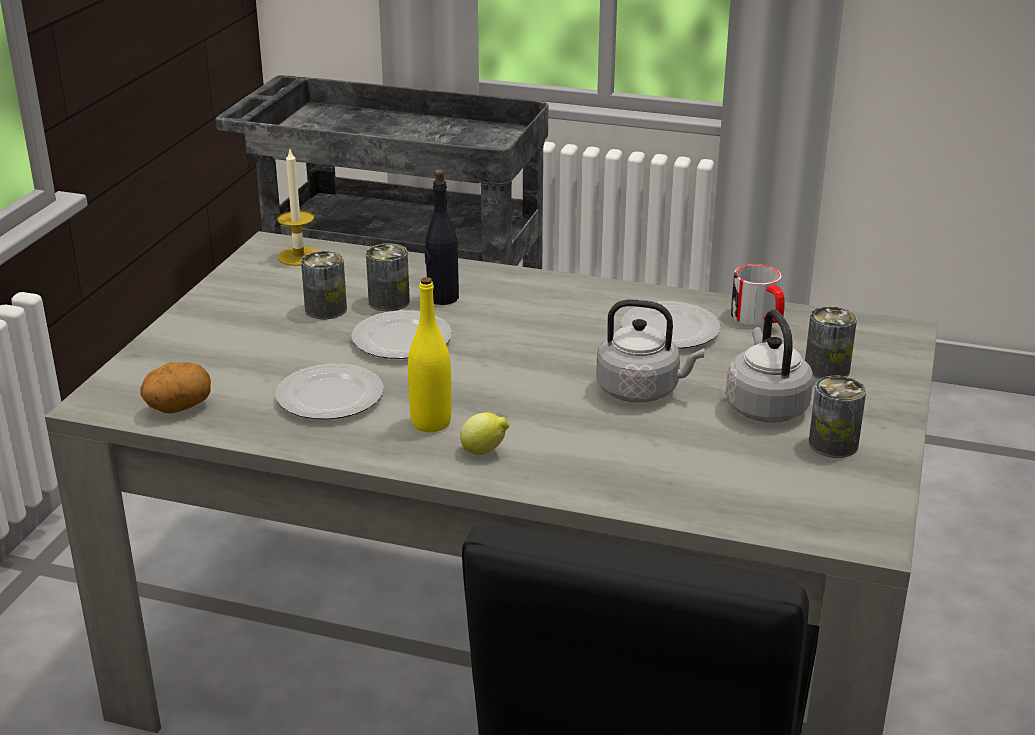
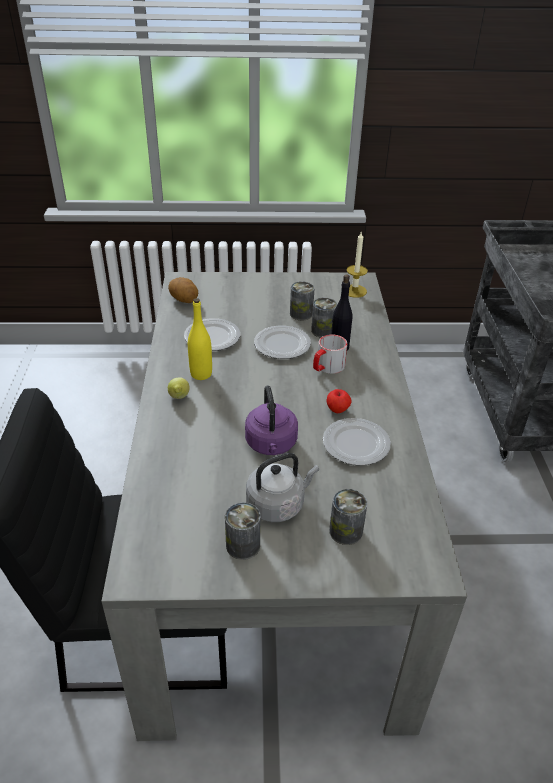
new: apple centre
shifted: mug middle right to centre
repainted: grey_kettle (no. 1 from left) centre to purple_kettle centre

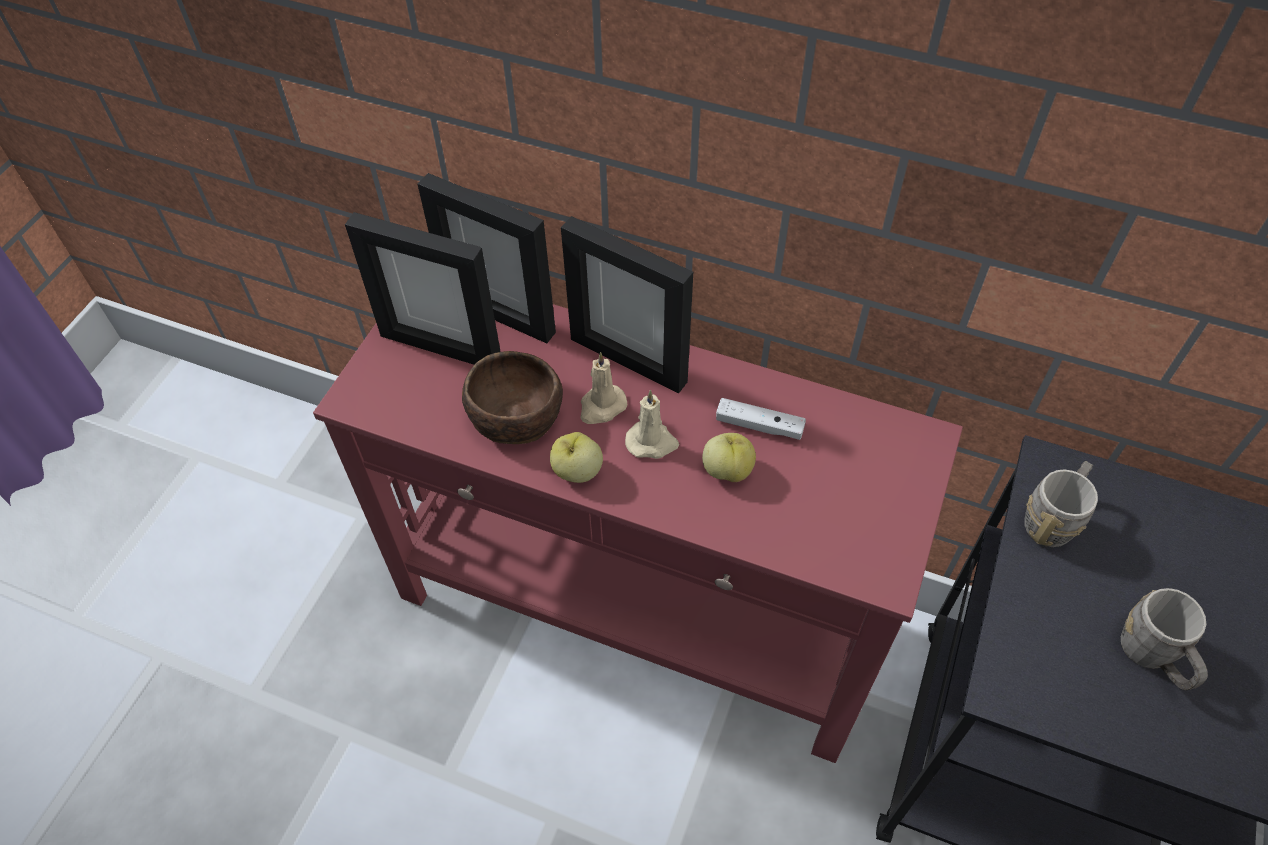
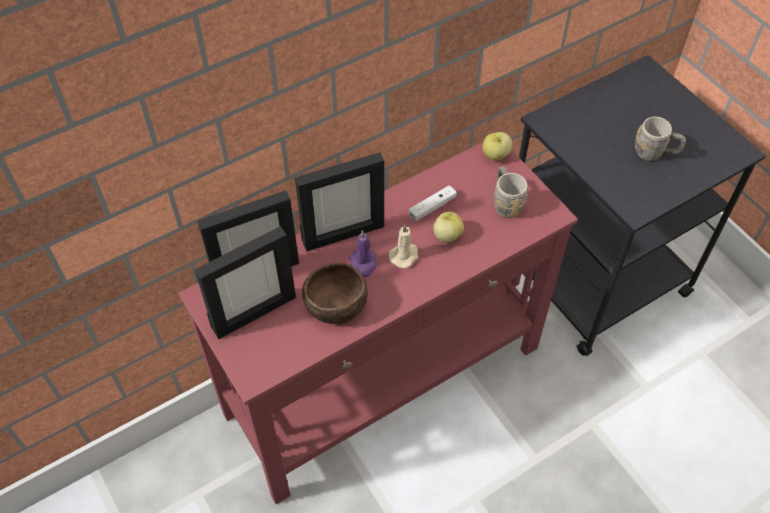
shifted: apple (no. 1 from left in the first image) centre to apple (no. 2 from left) top centre; grey_mug (no. 1 from left) middle right to centre
repainted: beige_candle (no. 1 from left) centre to purple_candle centre

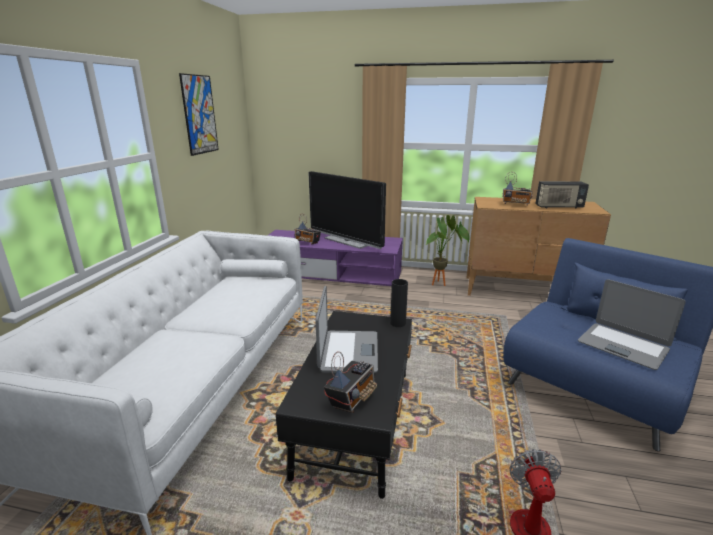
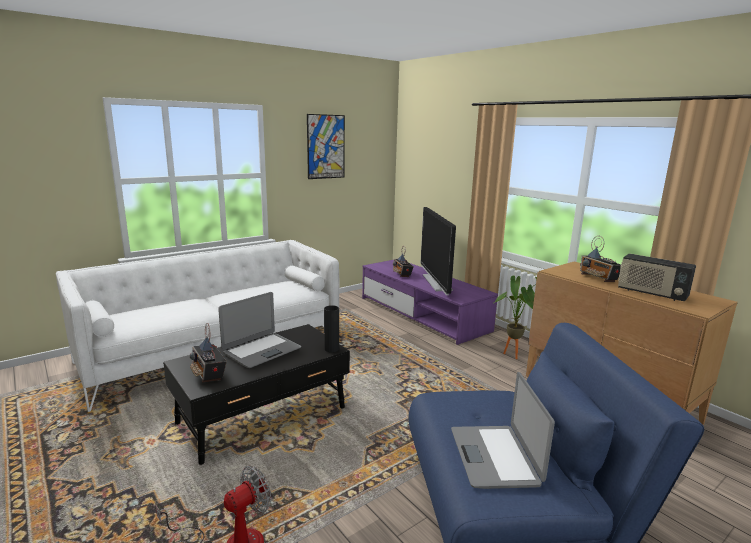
rotated: radio (no. 2 from left in the first image) bottom centre = middle left 75 degrees clockwise

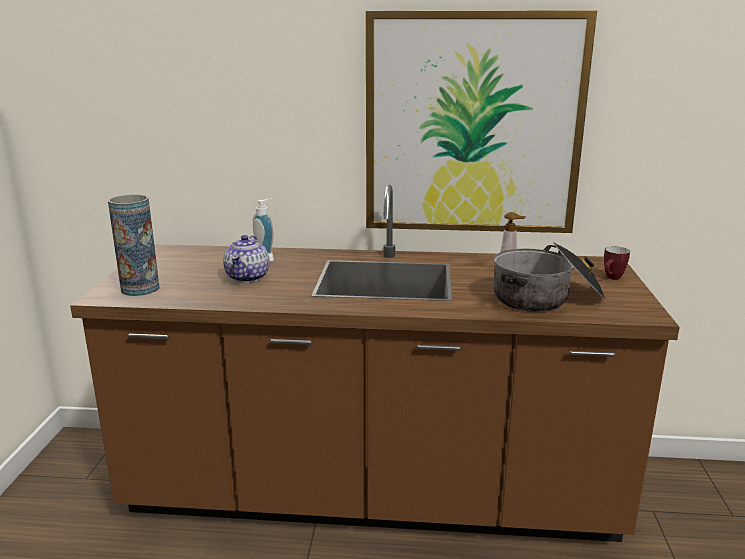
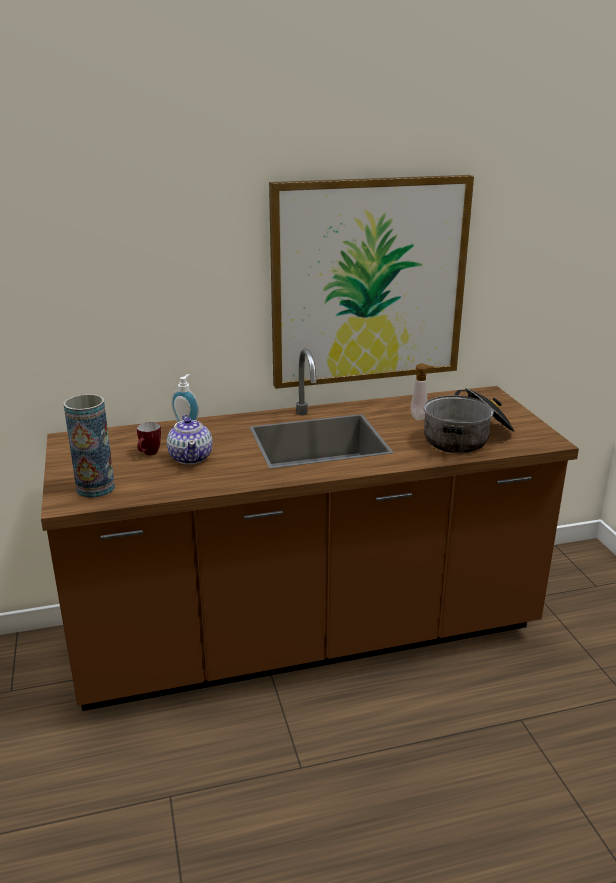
shifted: mug middle right to middle left

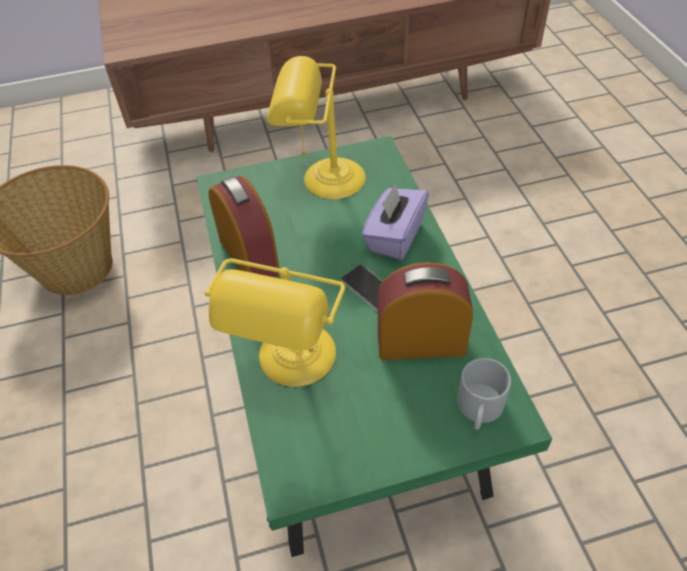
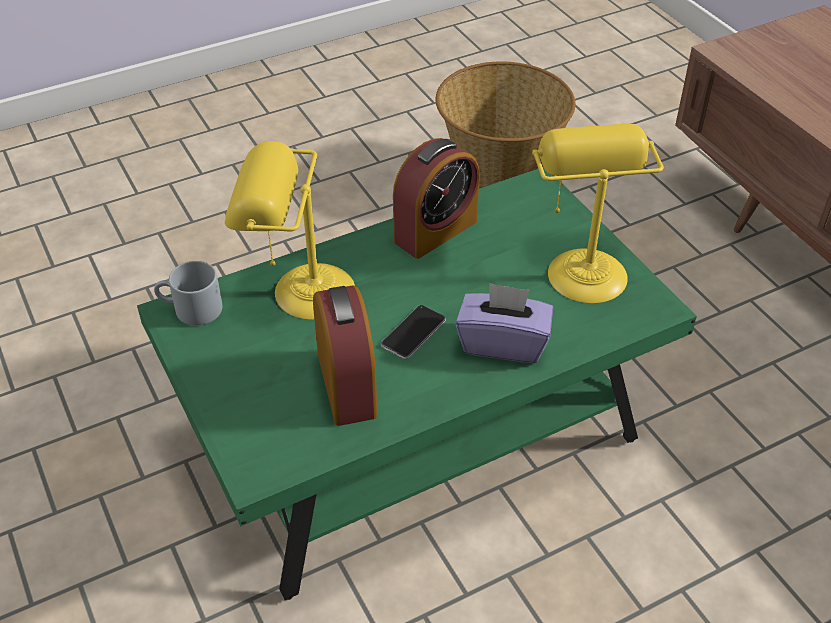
shifted: grey_mug bottom right to middle left

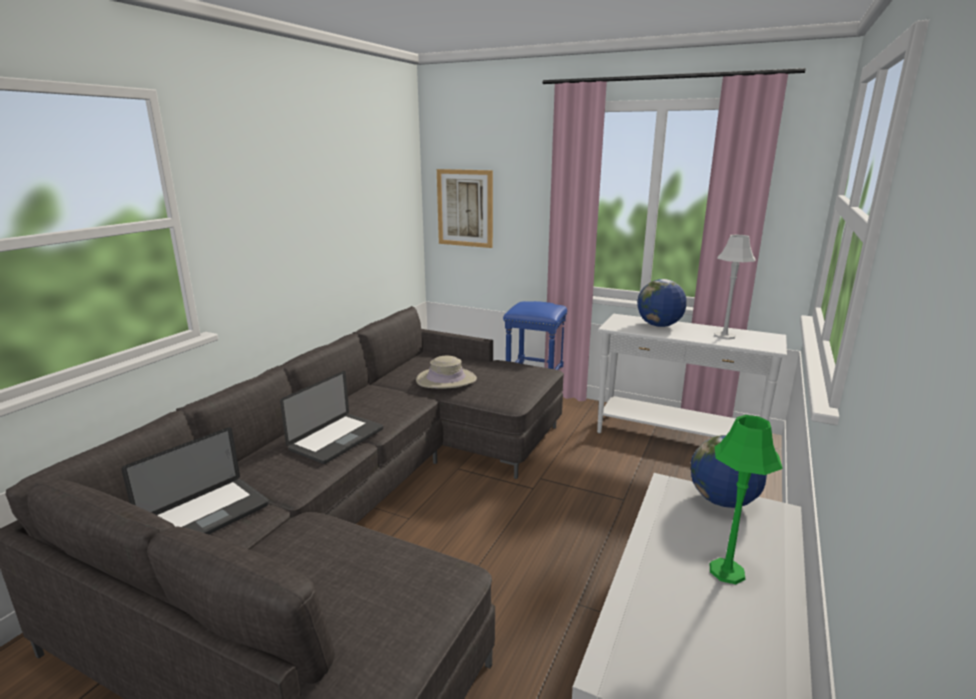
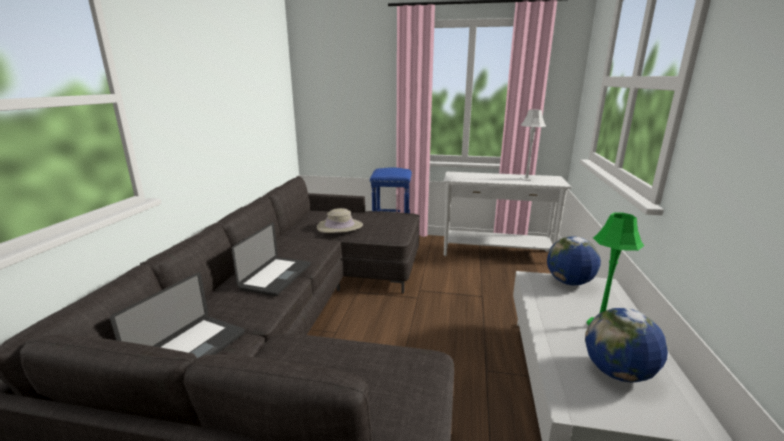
gone: picture top centre
shifted: globe (no. 1 from left in the first image) middle right to globe (no. 2 from left) bottom right

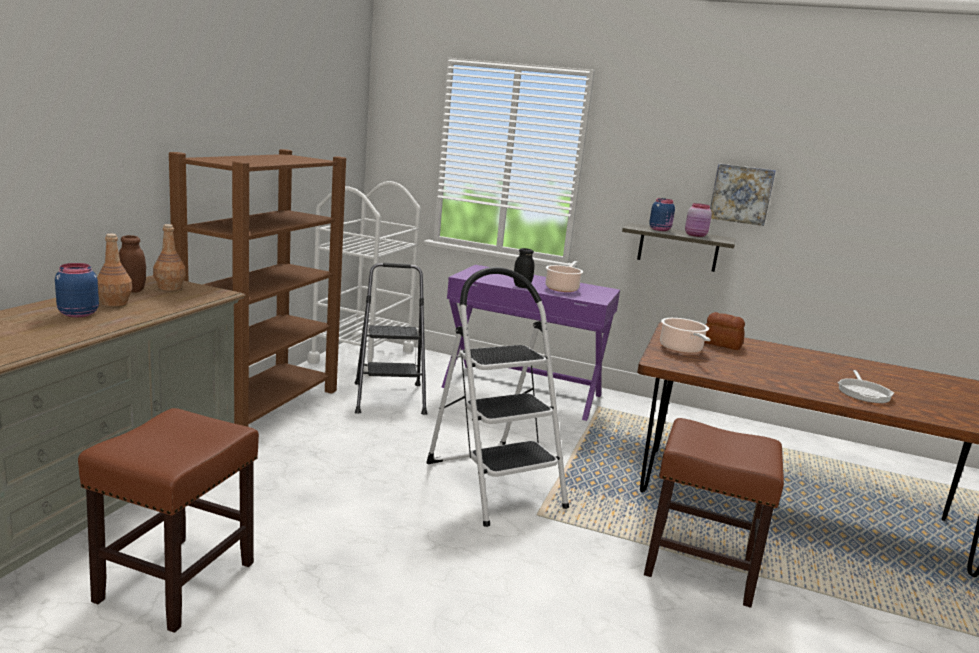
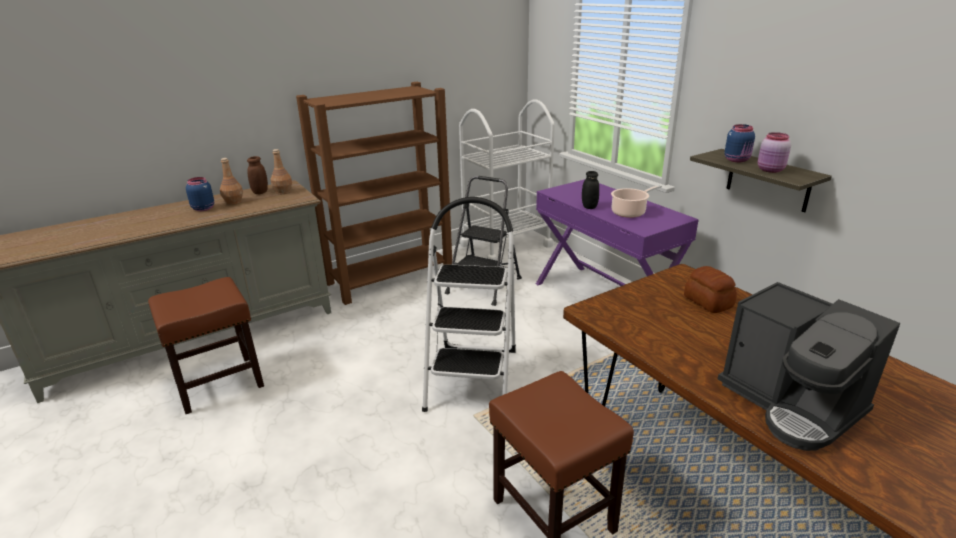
gone: picture top right; cooking_pot (no. 2 from left) middle right
swapped: frying_pan middle right to coffee_machine bottom right

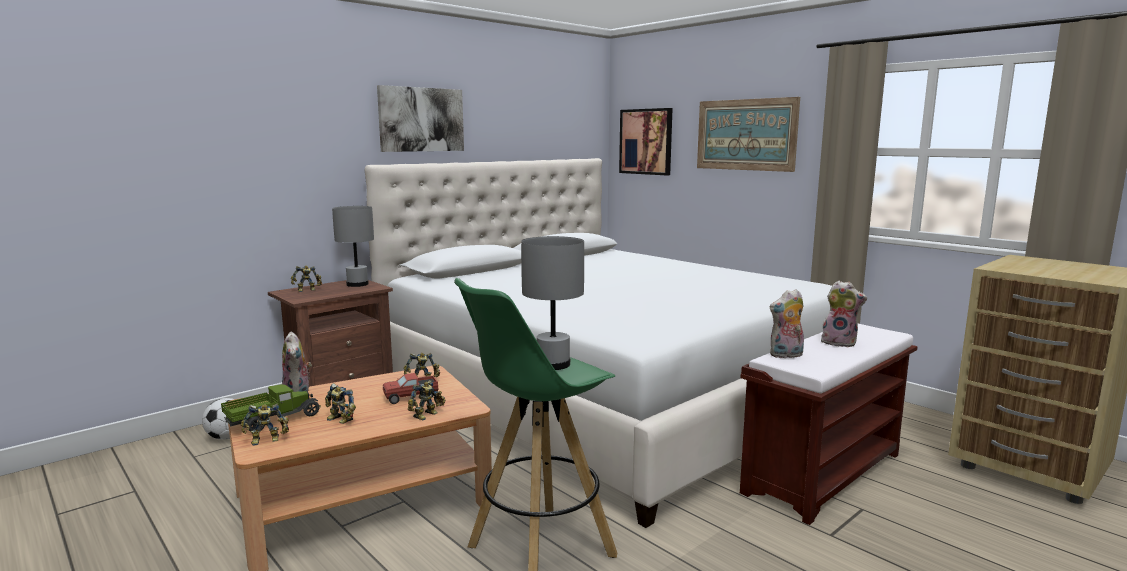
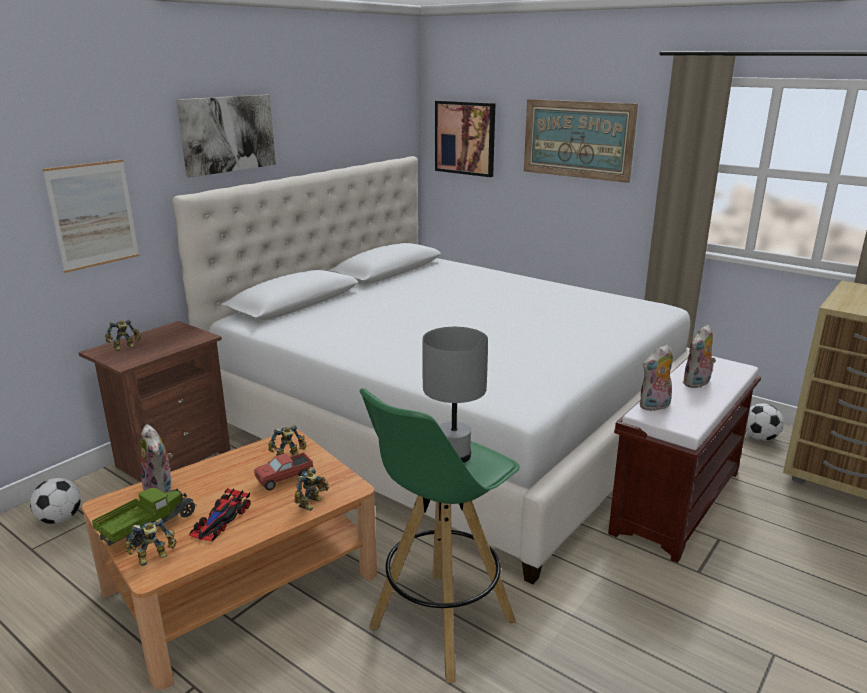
gone: grey_table_lamp (no. 1 from left) middle left
new: picture (no. 1 from left) top left; football (no. 2 from left) middle right
swapped: toy_robot (no. 3 from left) bottom left to toy_car bottom left
rotated: plush_toy (no. 3 from left) middle right = middle right 120 degrees clockwise

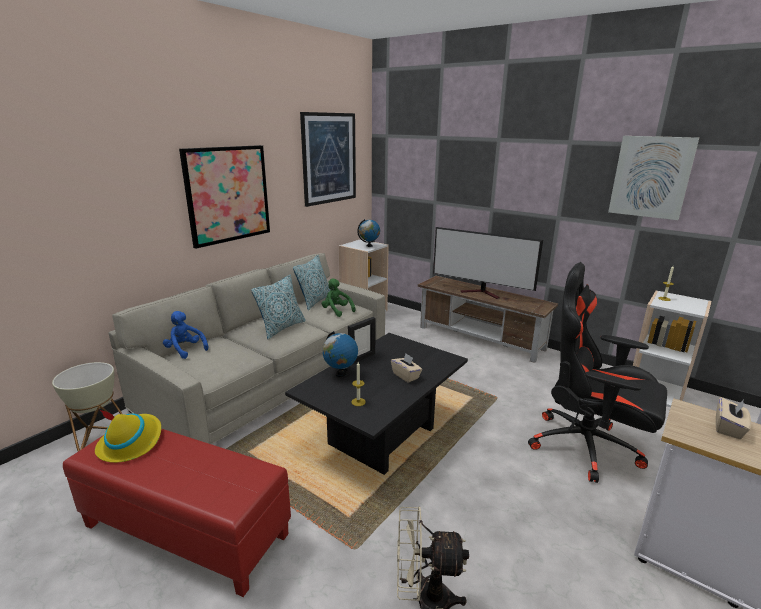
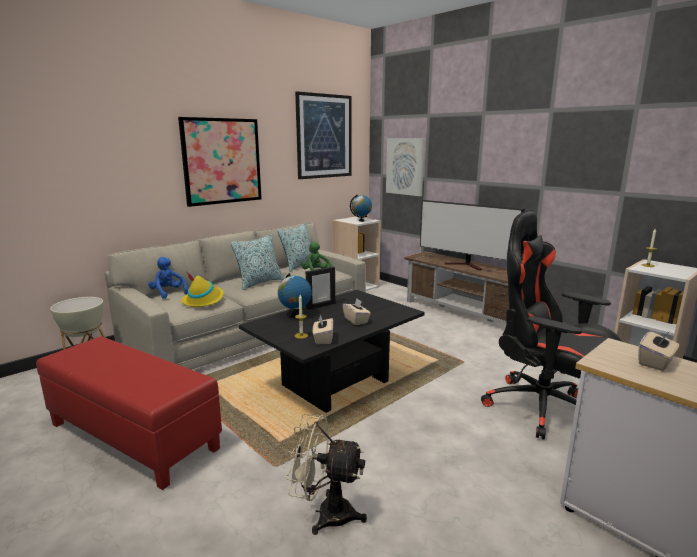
new: beige_tissue_box (no. 1 from left) centre
shifted: picture (no. 3 from left) top right to top centre; yellow_hat bottom left to middle left

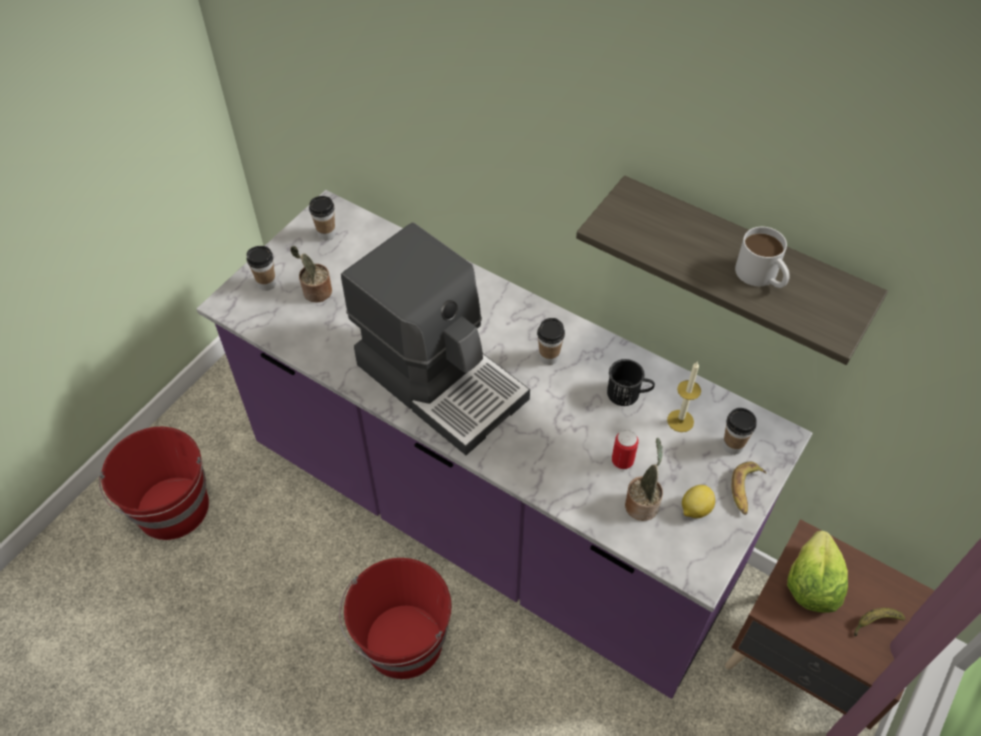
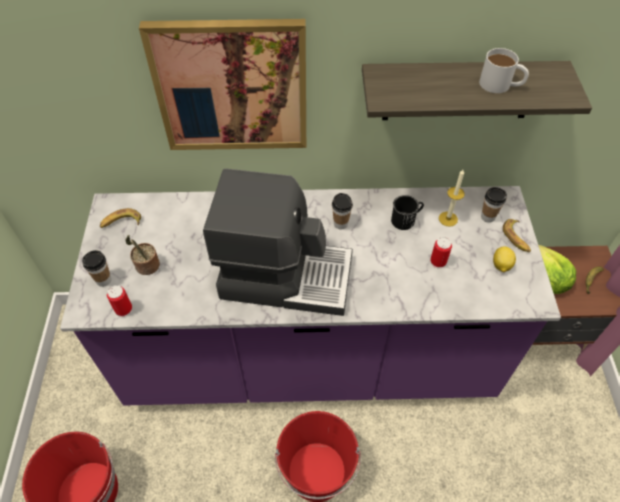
gone: potted_plant (no. 2 from left) centre
new: picture top centre; can (no. 1 from left) middle left
swapped: cup (no. 2 from left) top left to banana (no. 1 from left) middle left

